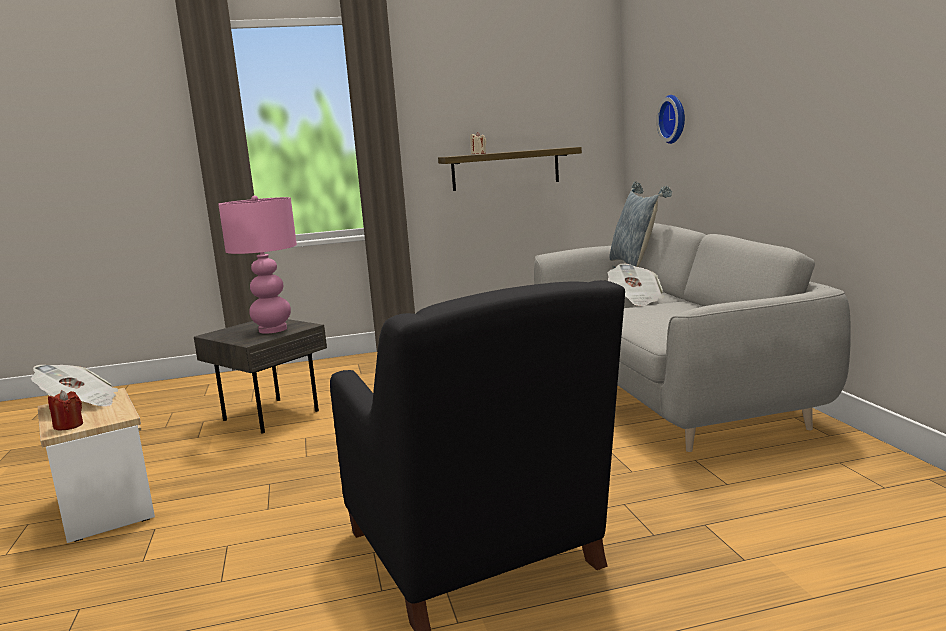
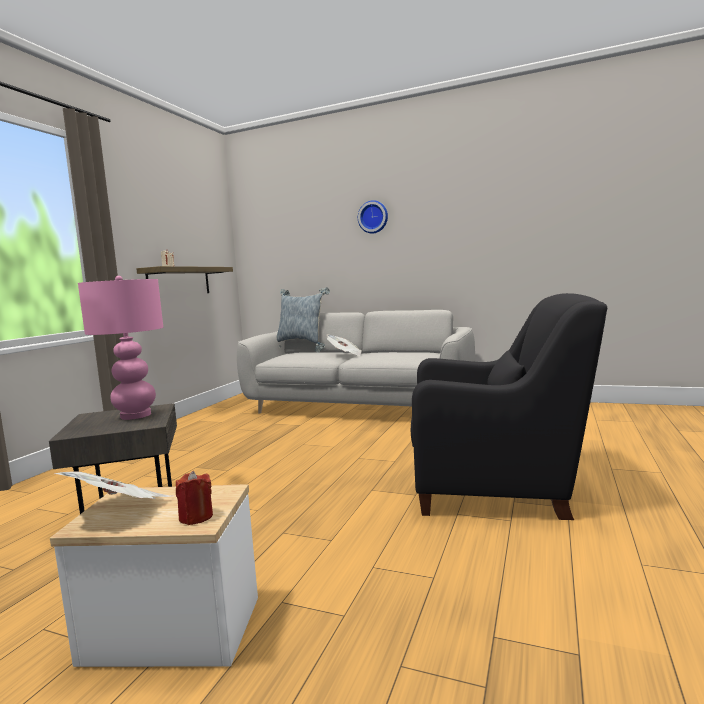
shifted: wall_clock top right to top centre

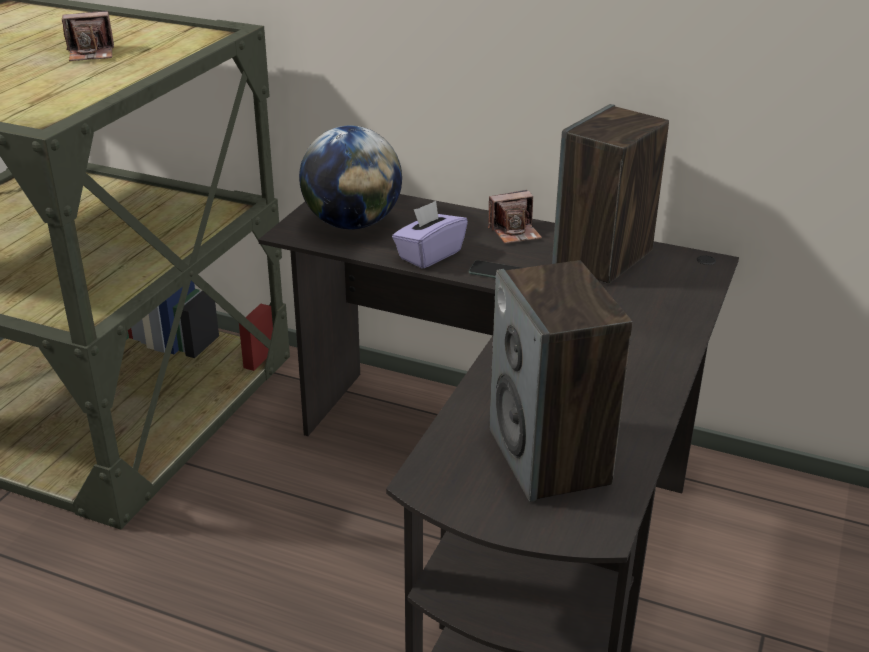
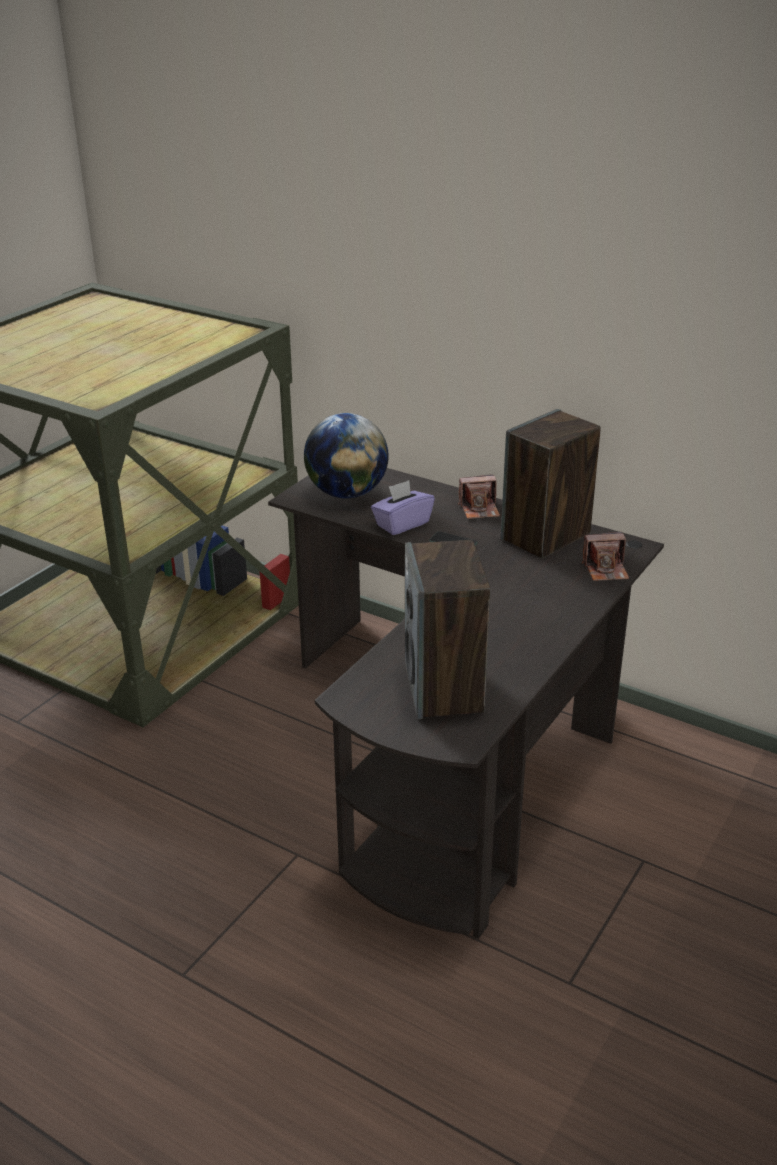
shifted: photo_camera (no. 1 from left in the first image) top left to photo_camera (no. 2 from left) middle right

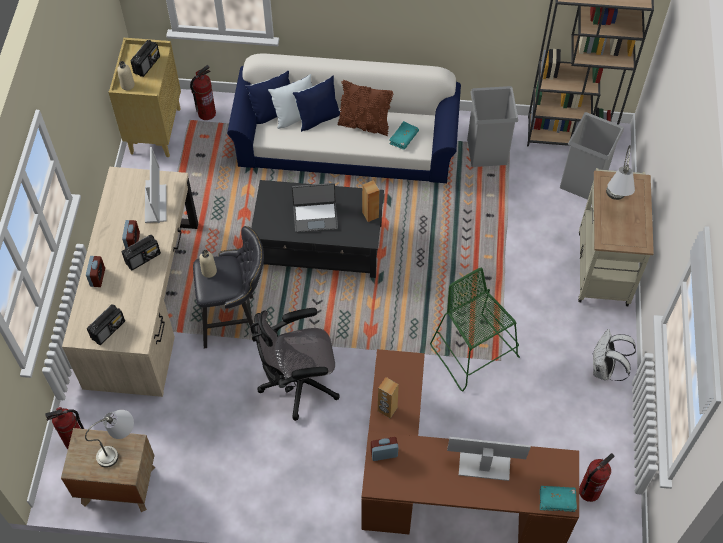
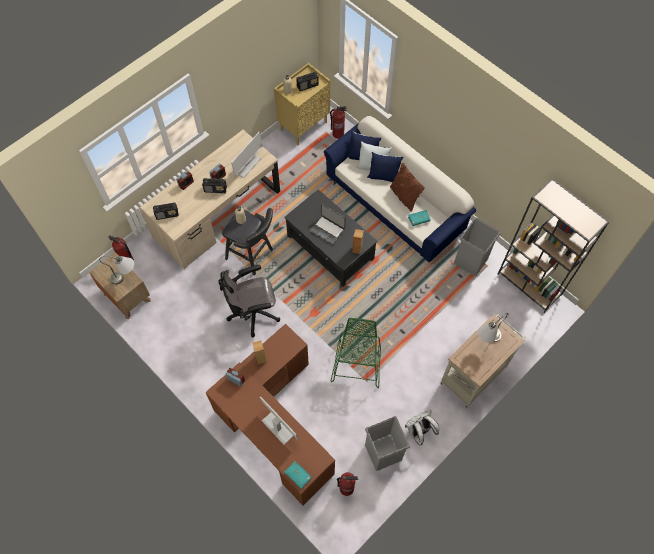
shifted: grey_trash_can (no. 2 from left in the first image) top right to grey_trash_can (no. 1 from left) bottom centre
rotated: office_chair bottom centre = centre 45 degrees counterclockwise

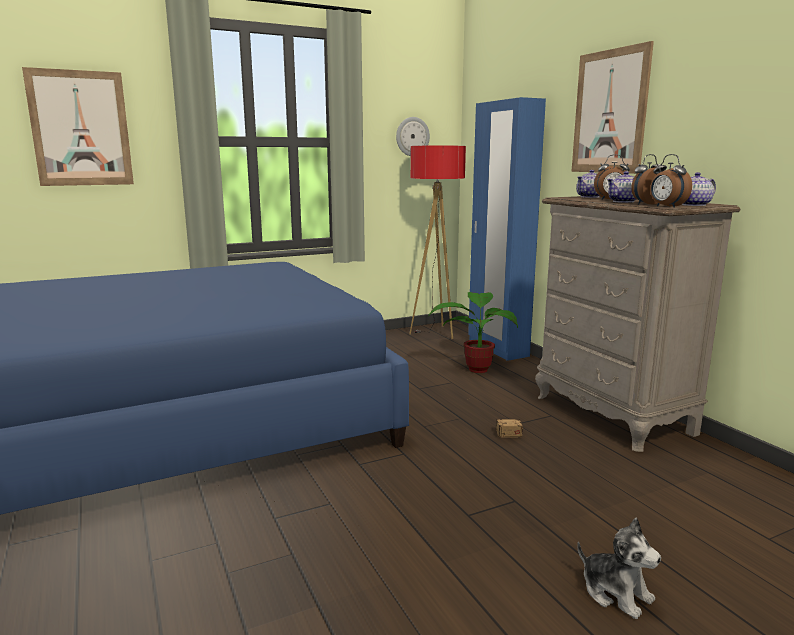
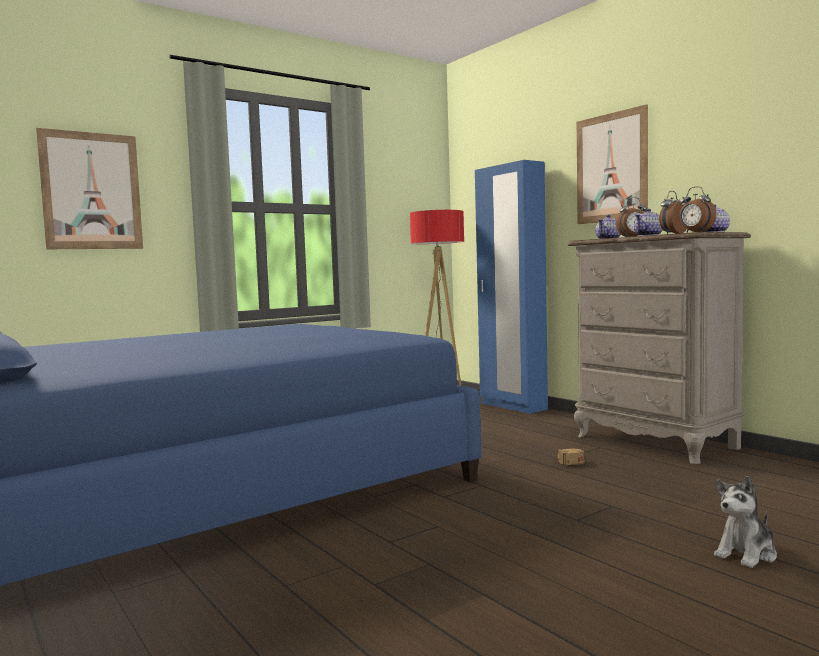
gone: wall_clock top centre; potted_plant centre
rotated: plush_toy bottom right = bottom right 105 degrees clockwise

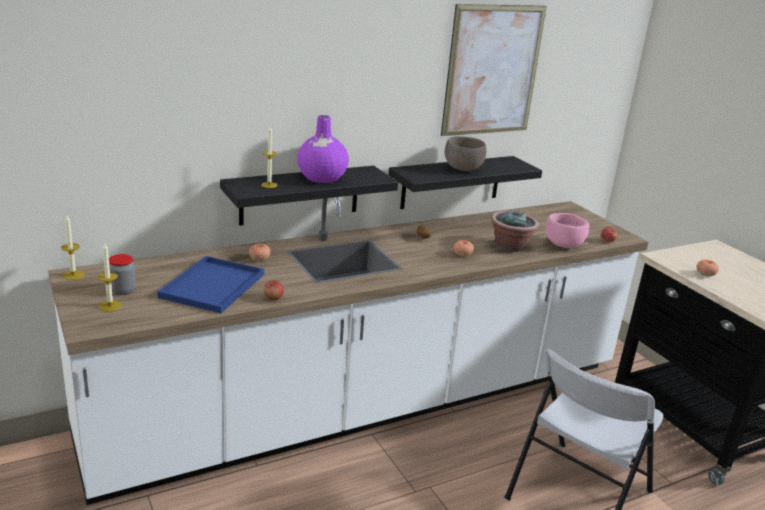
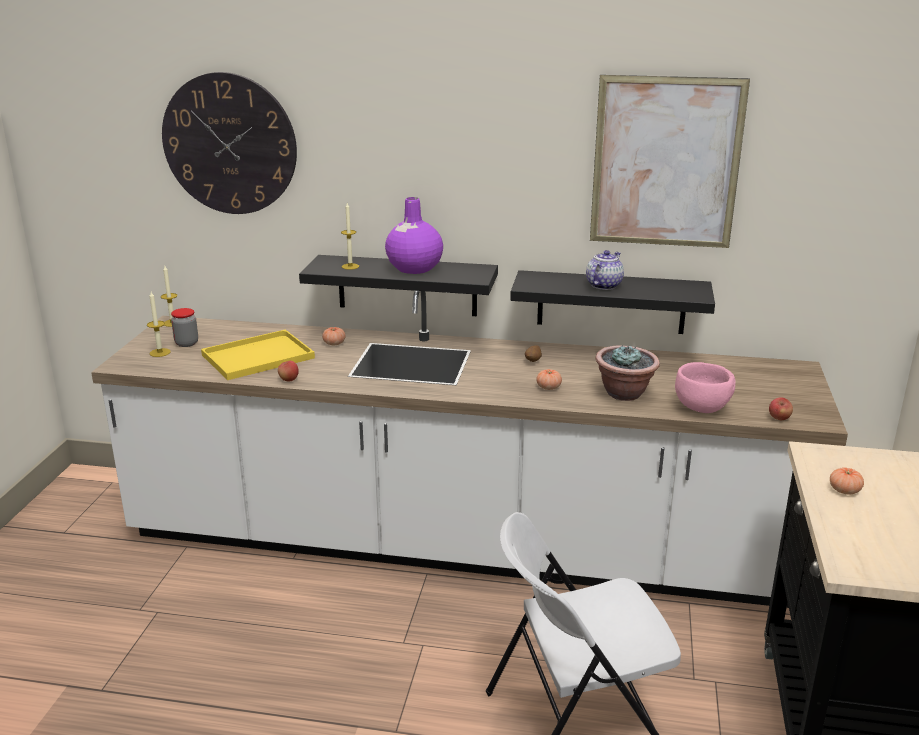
new: wall_clock top left
swapped: brown_bowl top centre to teapot centre
repainted: blue_tray middle left to yellow_tray middle left

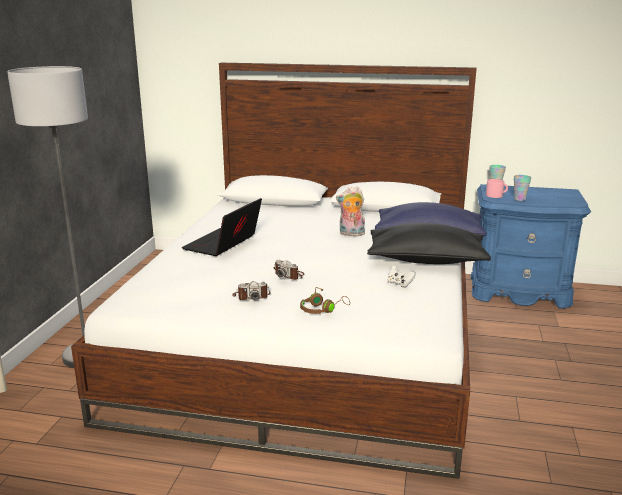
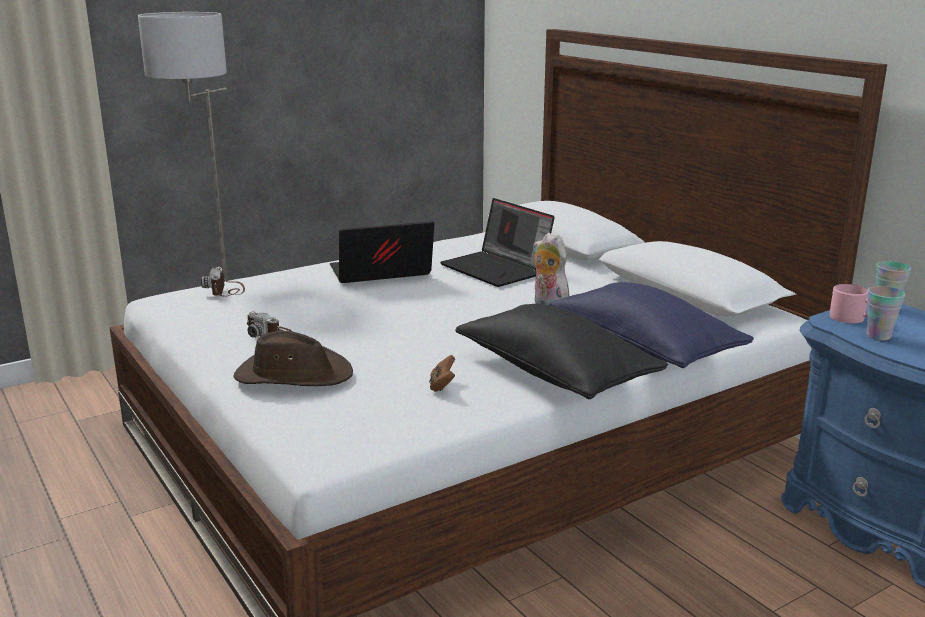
new: laptop (no. 2 from left) centre
shifted: photo_camera (no. 2 from left in the first image) centre to photo_camera (no. 1 from left) middle left
swapped: brown_headphones centre to brown_hat middle left
repainted: white_game_controller centre to brown_game_controller centre

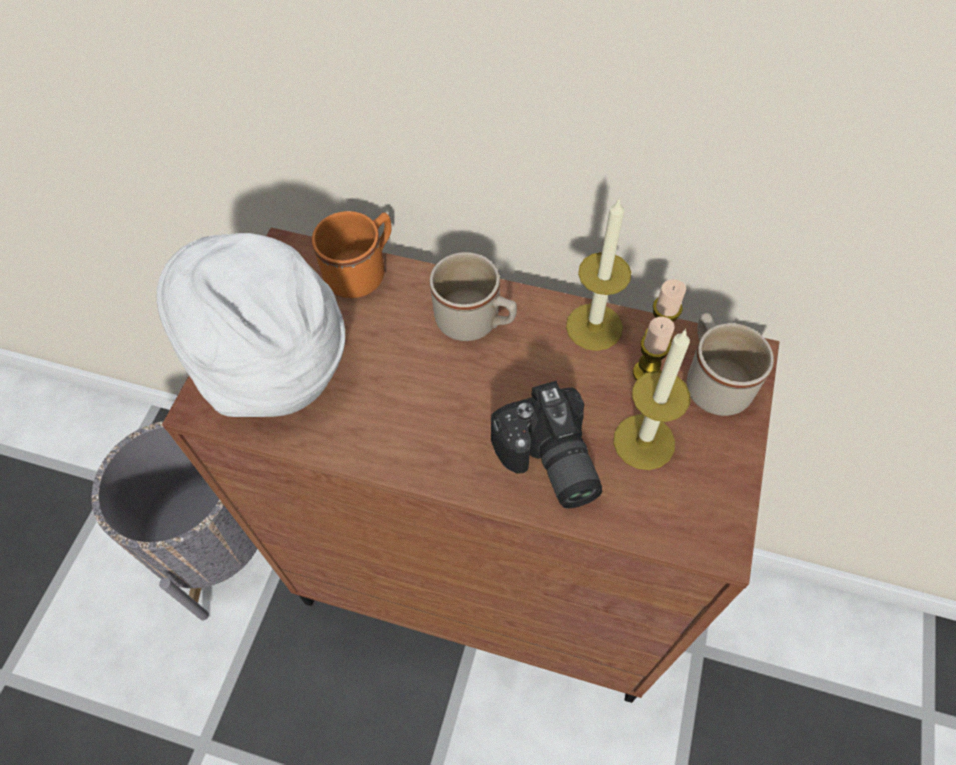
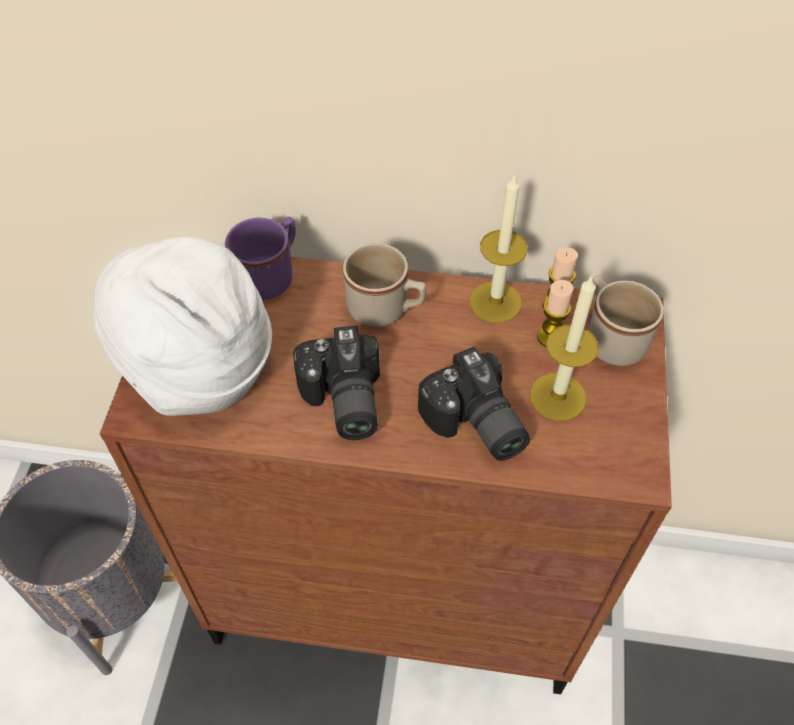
new: photo_camera (no. 1 from left) centre
repainted: orange_mug top centre to purple_mug middle left

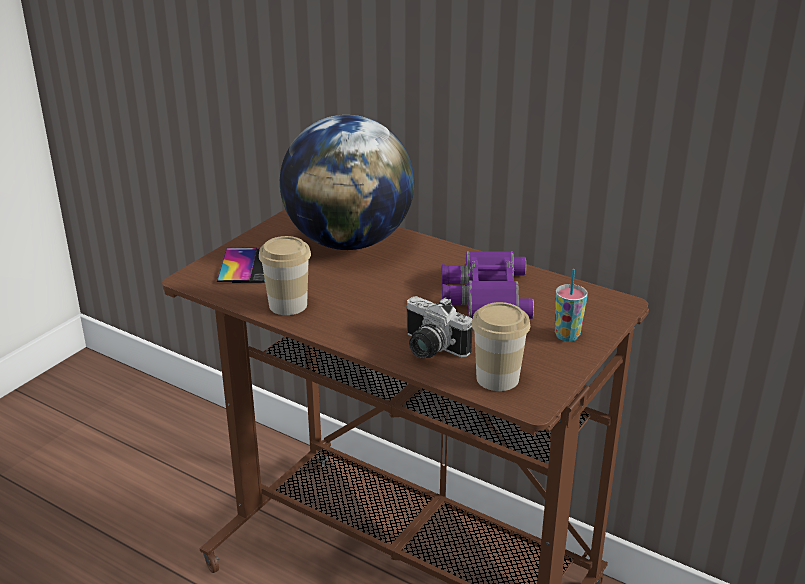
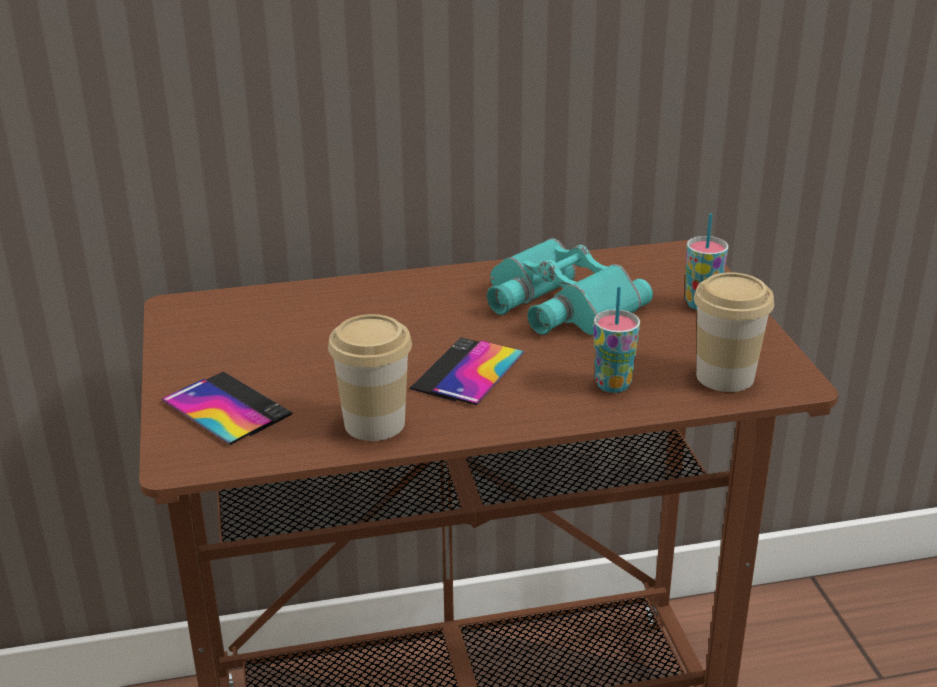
gone: globe top centre
new: phone (no. 2 from left) centre
swapped: photo_camera centre to cup (no. 2 from left) centre
repainted: purple_binoculars centre to turquoise_binoculars centre

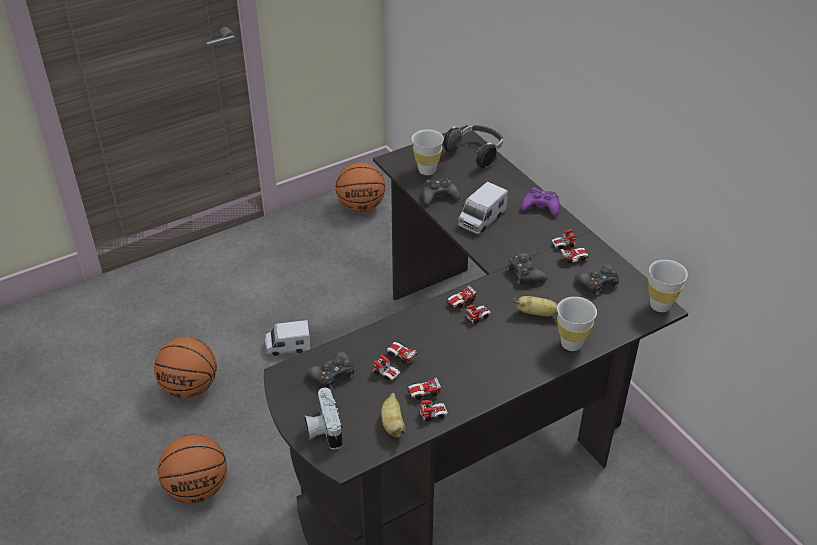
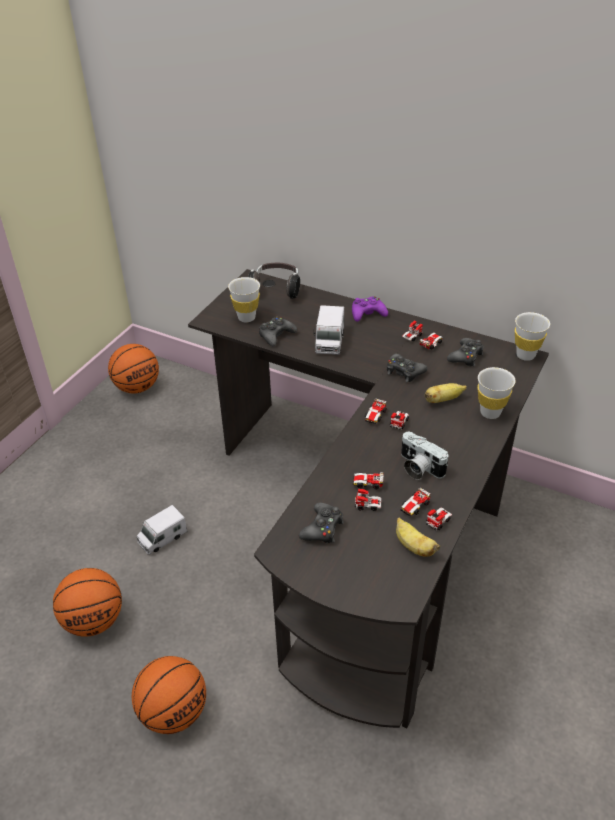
shifted: photo_camera bottom centre to middle right

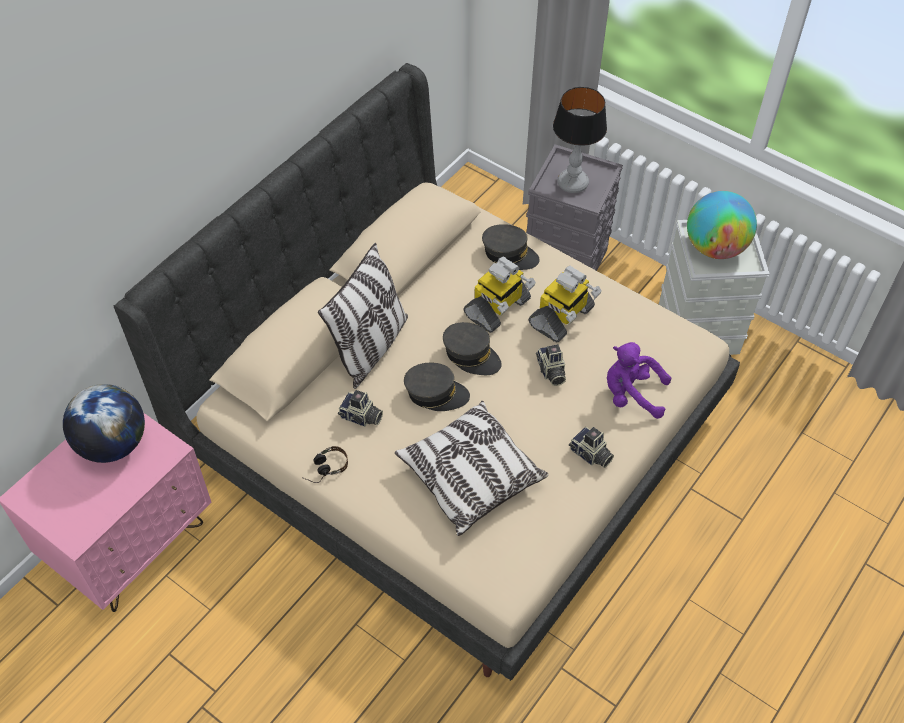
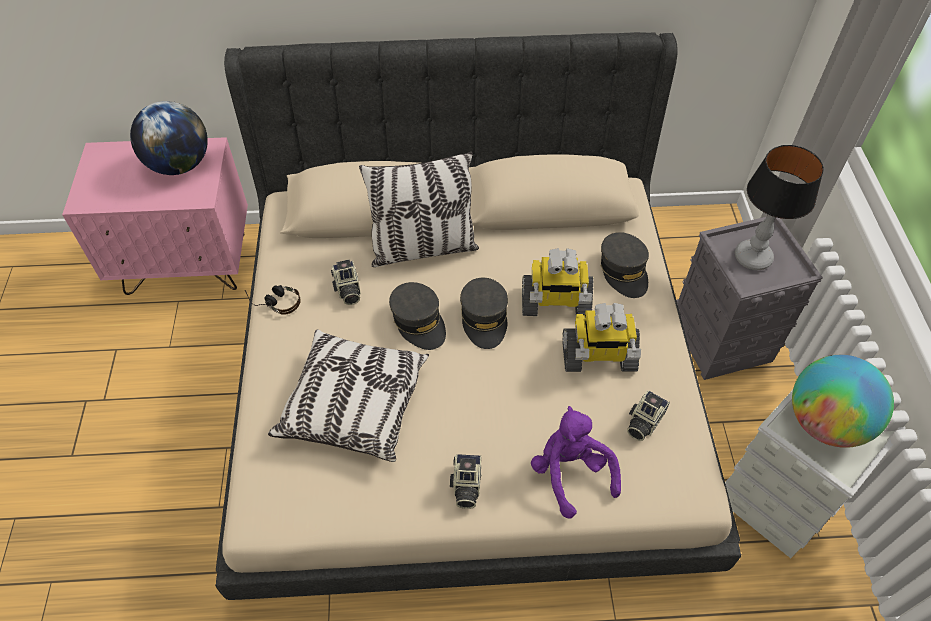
shifted: photo_camera (no. 2 from left in the first image) centre to photo_camera (no. 3 from left) bottom right

